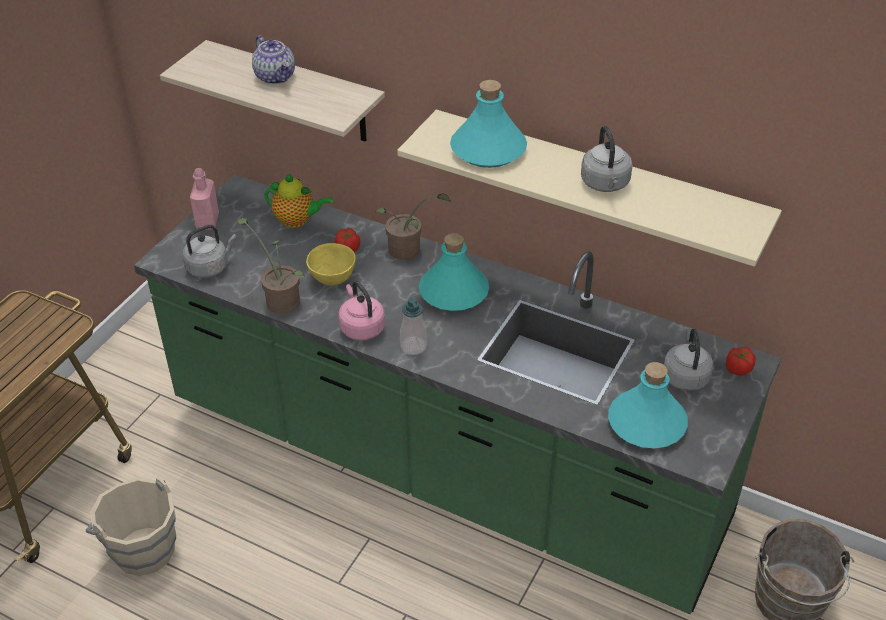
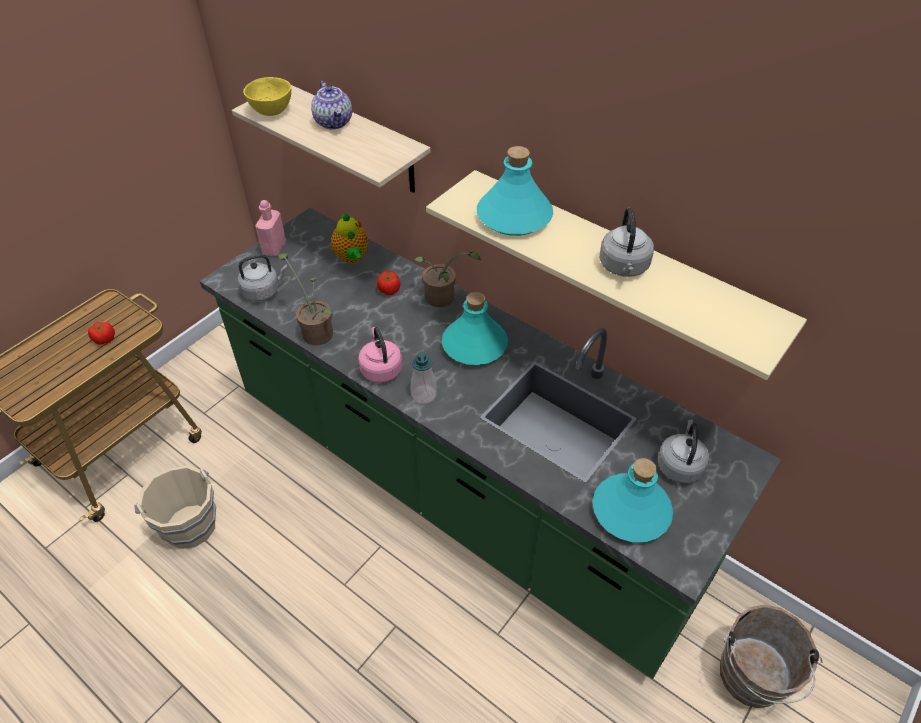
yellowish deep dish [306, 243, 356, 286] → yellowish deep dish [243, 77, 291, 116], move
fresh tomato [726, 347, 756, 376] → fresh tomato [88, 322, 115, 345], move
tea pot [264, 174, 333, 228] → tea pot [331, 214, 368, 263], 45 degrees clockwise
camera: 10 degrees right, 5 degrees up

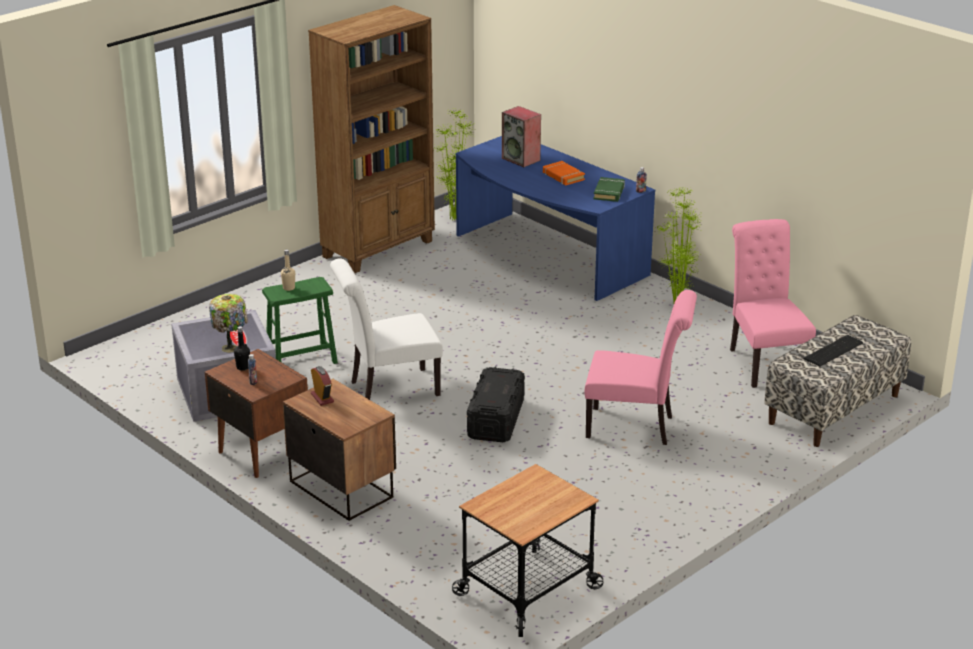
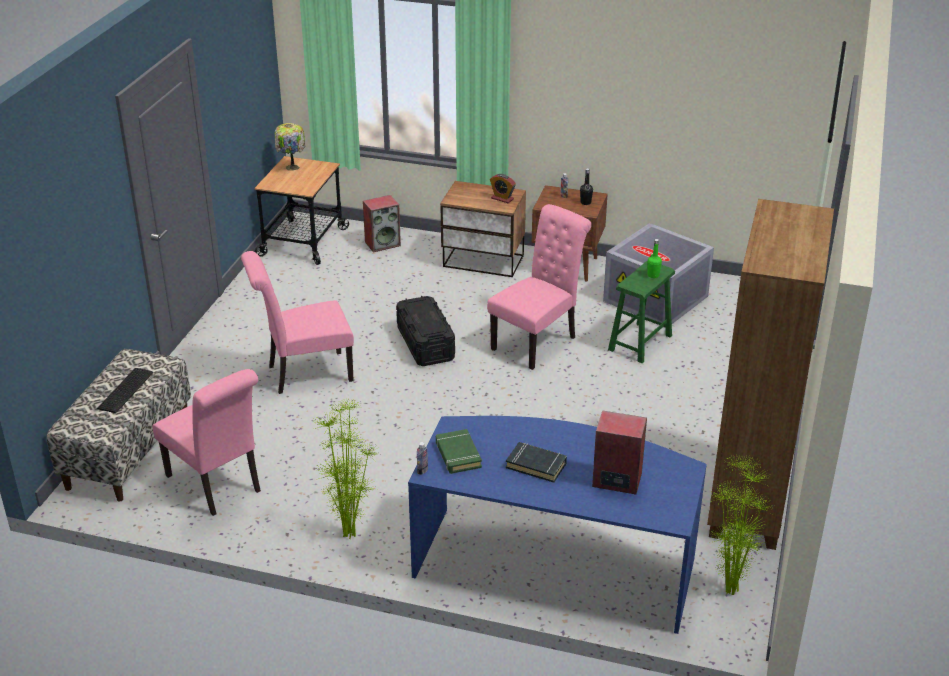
- → speaker [363, 195, 401, 253]
table lamp [209, 294, 248, 353] → table lamp [274, 123, 305, 171], move
sand-coloured beverage bottle [281, 250, 295, 291] → green beverage bottle [648, 239, 662, 278]
whitish plain chair [330, 259, 443, 400] → pink-coloured plain chair [487, 204, 592, 370]
orangey book [543, 161, 585, 185] → black-coloured book [506, 442, 567, 483]
camera: 150 degrees right, 5 degrees up

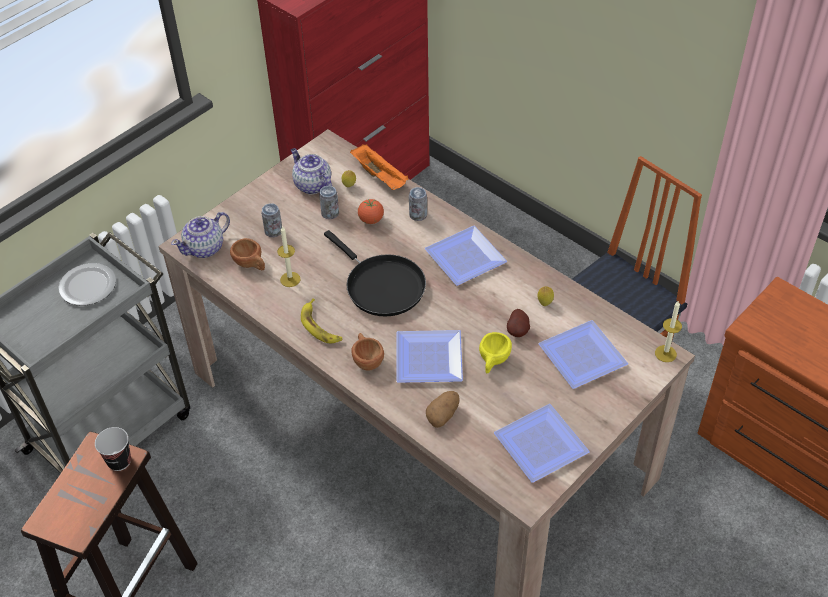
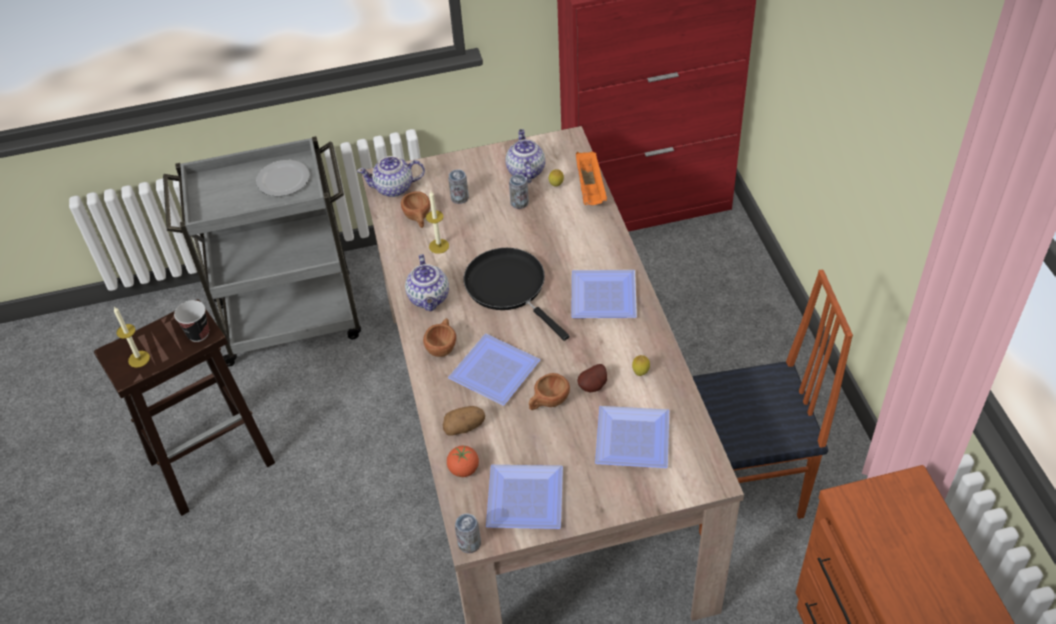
fresh tomato [358, 199, 384, 224] → fresh tomato [447, 446, 479, 477], move
can [409, 187, 427, 221] → can [455, 514, 481, 553], move
wax candle [655, 300, 682, 362] → wax candle [114, 306, 150, 368], move
banana fruit [301, 298, 343, 343] → tea pot [405, 254, 449, 311]
yellowish cup [479, 332, 512, 373] → brown cup [529, 373, 570, 410]
black-coloured frying pan [324, 230, 426, 316] → black-coloured frying pan [464, 248, 569, 341], 150 degrees clockwise
camera: 35 degrees right, 0 degrees up

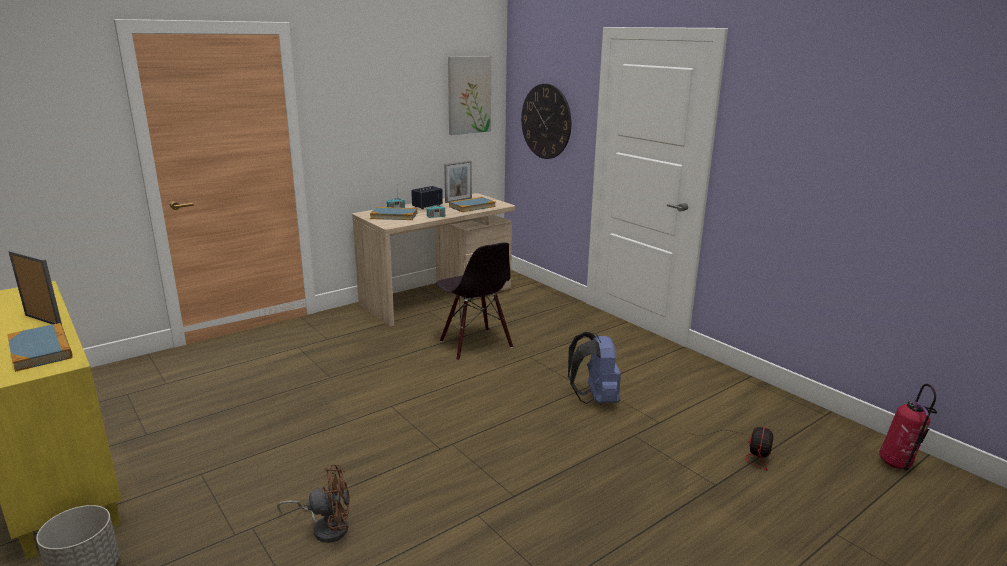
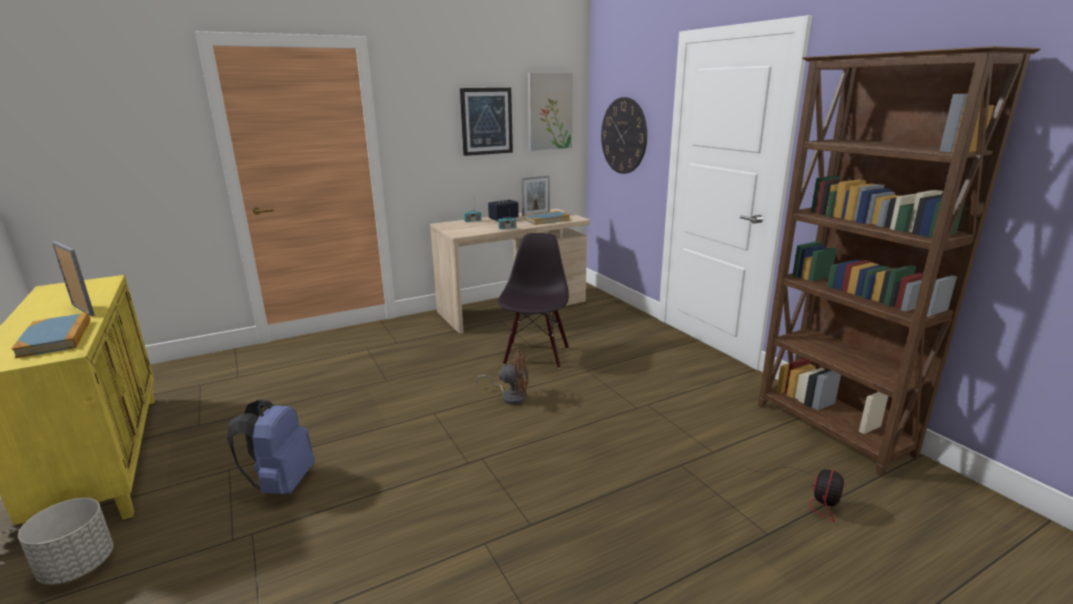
book [370, 207, 417, 220] → -
fire-fighting cylinder [879, 384, 937, 471] → -
- → wall art [460, 88, 513, 156]
- → brown bookcase [758, 46, 1041, 477]
brown electric fan [277, 464, 350, 543] → brown electric fan [476, 349, 529, 405], move
blue knapsack [568, 332, 621, 404] → blue knapsack [227, 399, 315, 494], move
black-coloured plain chair [436, 242, 513, 361] → black-coloured plain chair [498, 233, 569, 369], 150 degrees counterclockwise
camera: 10 degrees right, 0 degrees up

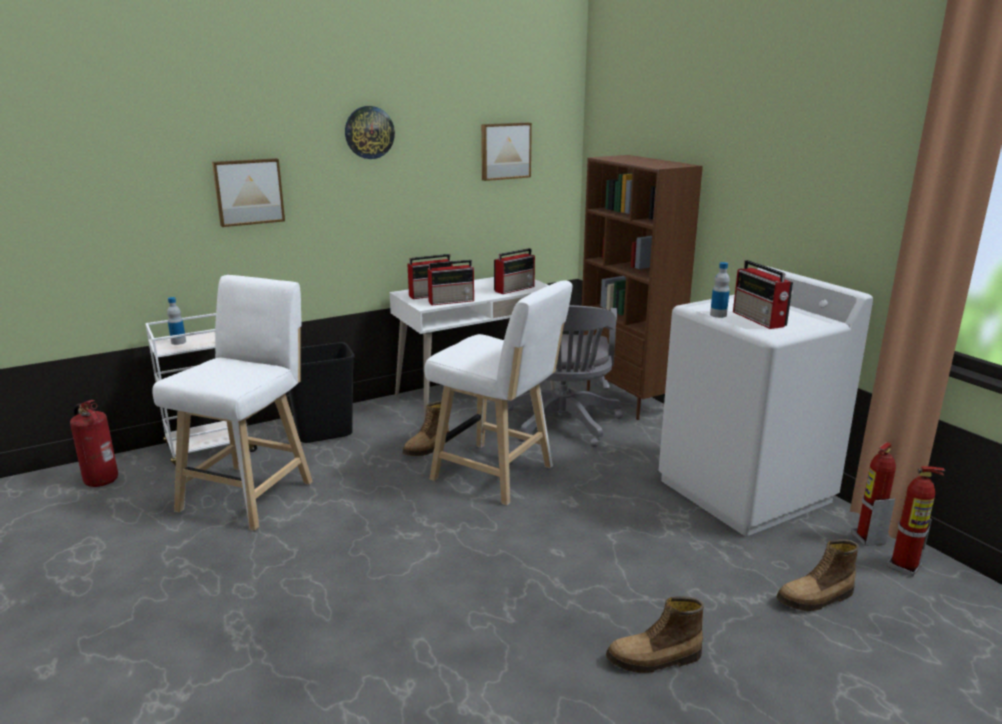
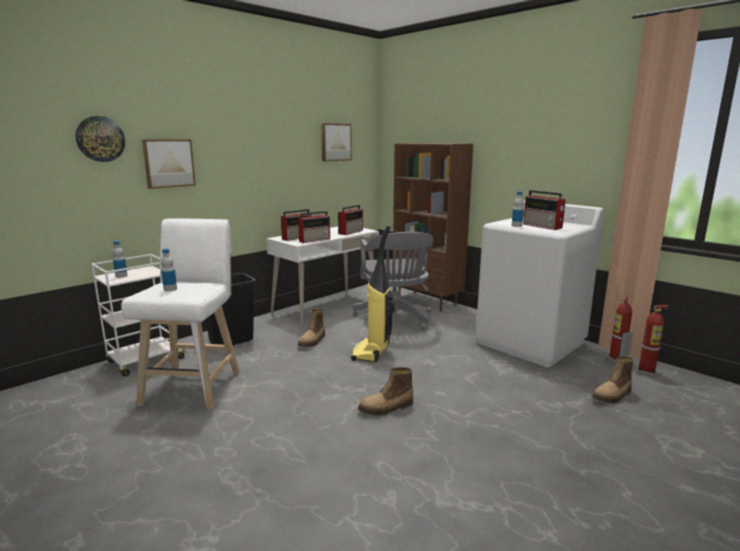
fire-fighting cylinder [70, 400, 118, 487] → -
- → beverage bottle [161, 249, 177, 291]
wall clock [345, 106, 395, 159] → wall clock [76, 116, 125, 162], move
boot [606, 596, 704, 673] → boot [358, 367, 413, 416], move
whitish stool seat [424, 280, 572, 505] → hoover [351, 225, 395, 362]
camera: 15 degrees left, 5 degrees down

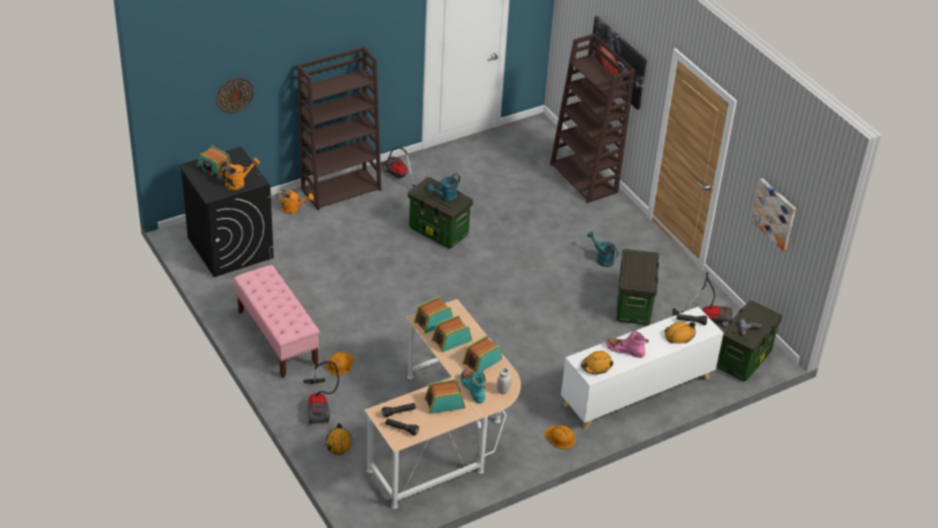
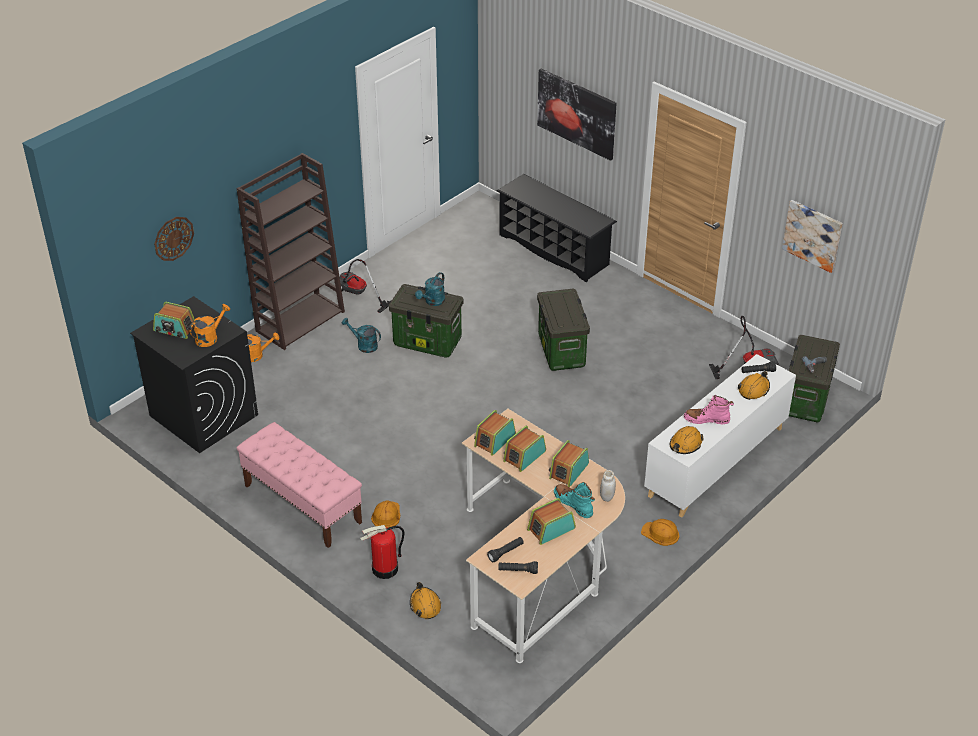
turquoise watering can [587, 232, 618, 267] → turquoise watering can [341, 318, 381, 353], move
storage bin [616, 249, 659, 325] → storage bin [537, 289, 590, 371], move
hoover [303, 361, 339, 425] → fire-fighting cylinder [360, 525, 404, 579]
brown bookcase [550, 34, 635, 203] → black-coloured shoe shelf [497, 174, 617, 282]
camera: 15 degrees left, 0 degrees up

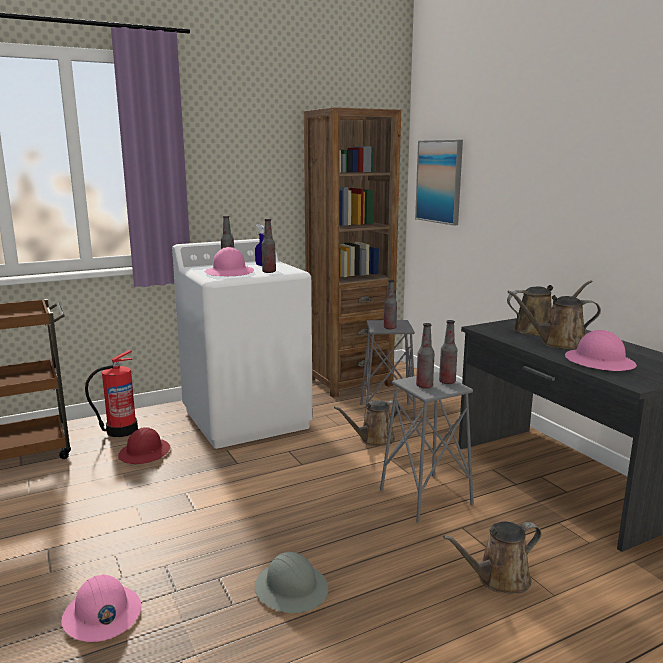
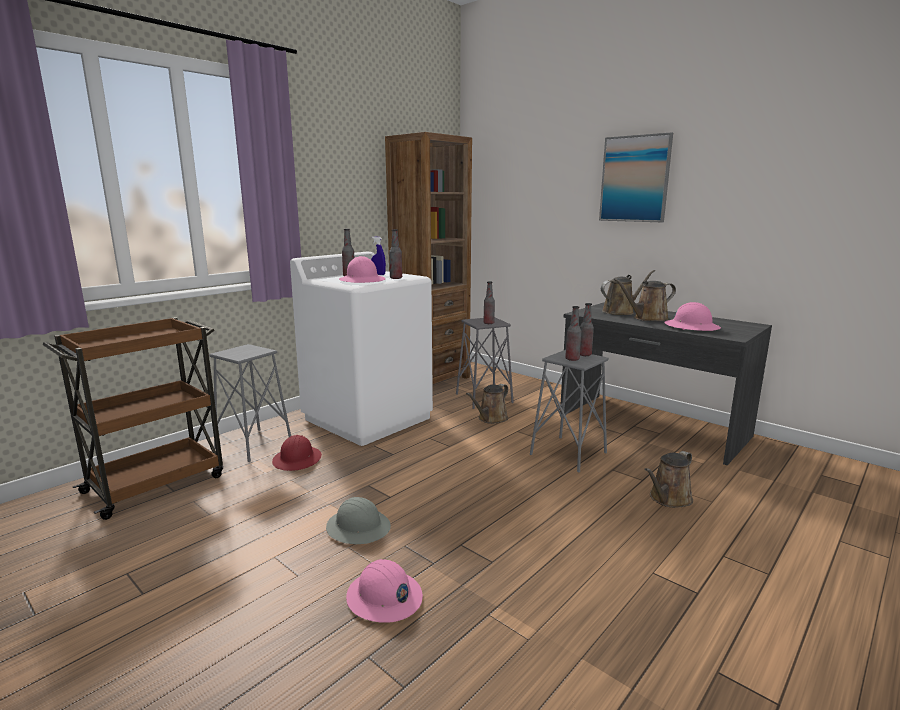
greyish work helmet [255, 552, 328, 613] → greyish work helmet [326, 497, 391, 545], move
wall art [415, 140, 463, 225] → wall art [599, 132, 673, 222], move
fire-fighting cylinder [85, 350, 138, 437] → greyish stool seat [209, 344, 291, 462]
camera: 20 degrees left, 0 degrees up

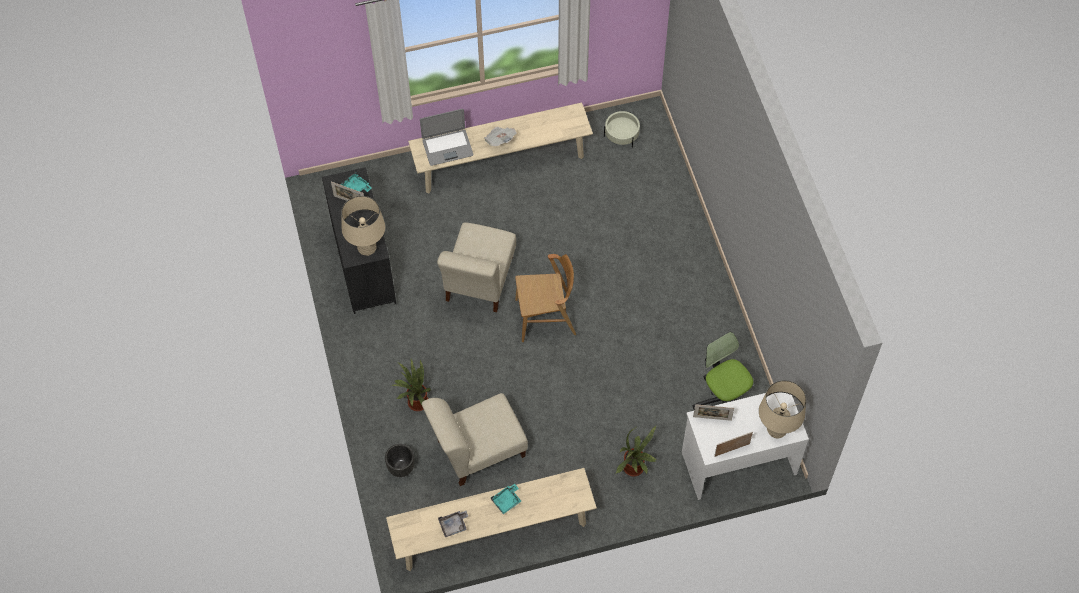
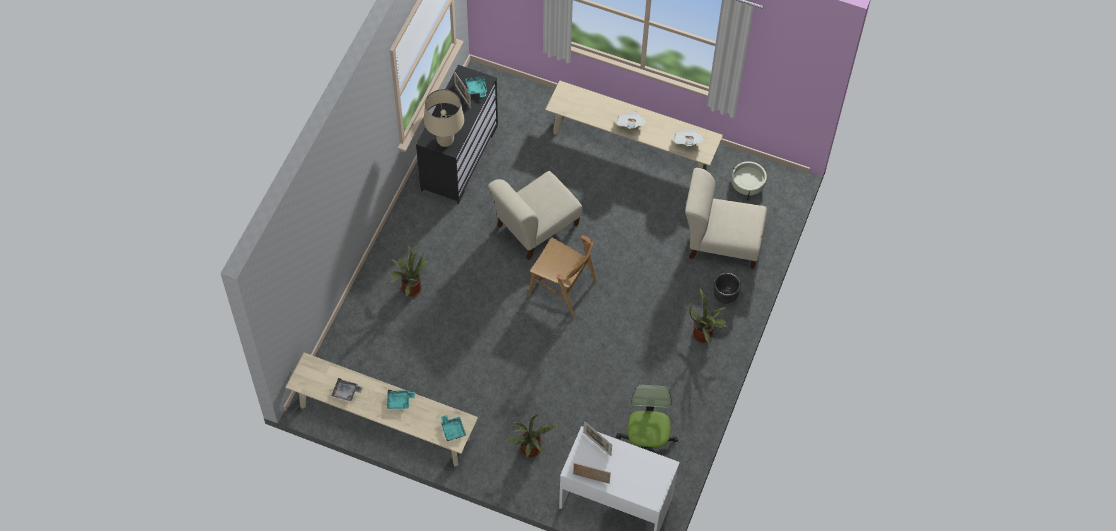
portable computer [420, 109, 473, 166] → -
sand-coloured table lamp [759, 380, 806, 438] → -
- → turquoise serving tray [441, 415, 466, 441]
- → printed paper [673, 128, 704, 146]
- → plant in a pot [689, 289, 729, 345]
black-coloured plant pot [385, 444, 414, 477] → black-coloured plant pot [713, 273, 741, 304], move
sand-coloured plain chair [422, 393, 528, 486] → sand-coloured plain chair [685, 168, 767, 269], move
camera: 35 degrees right, 0 degrees up

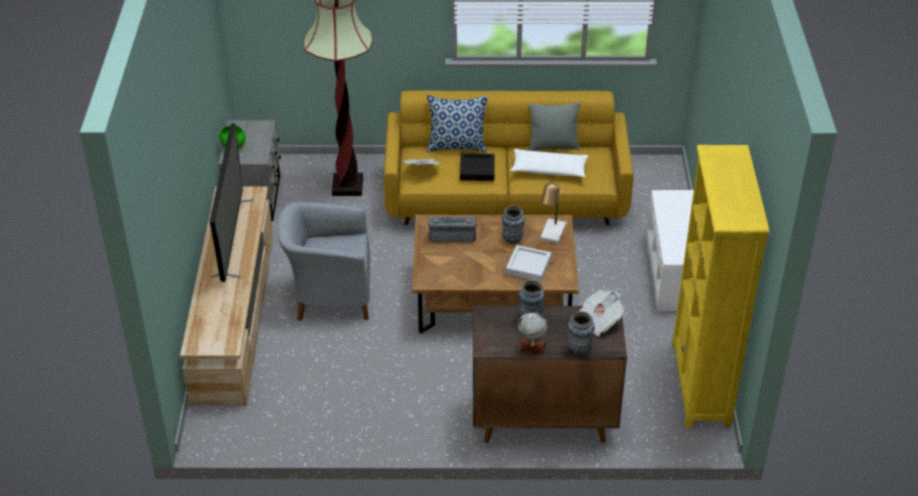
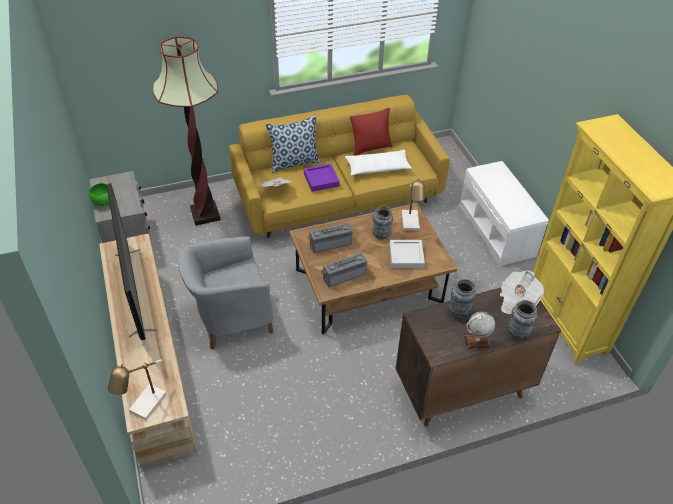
- → table lamp [108, 359, 166, 420]
- → radio receiver [321, 252, 367, 287]
black-coloured serving tray [460, 153, 494, 181] → purplish serving tray [304, 163, 340, 192]
greyish throw pillow [528, 102, 580, 151] → red throw pillow [350, 108, 393, 156]
camera: 20 degrees left, 5 degrees up

